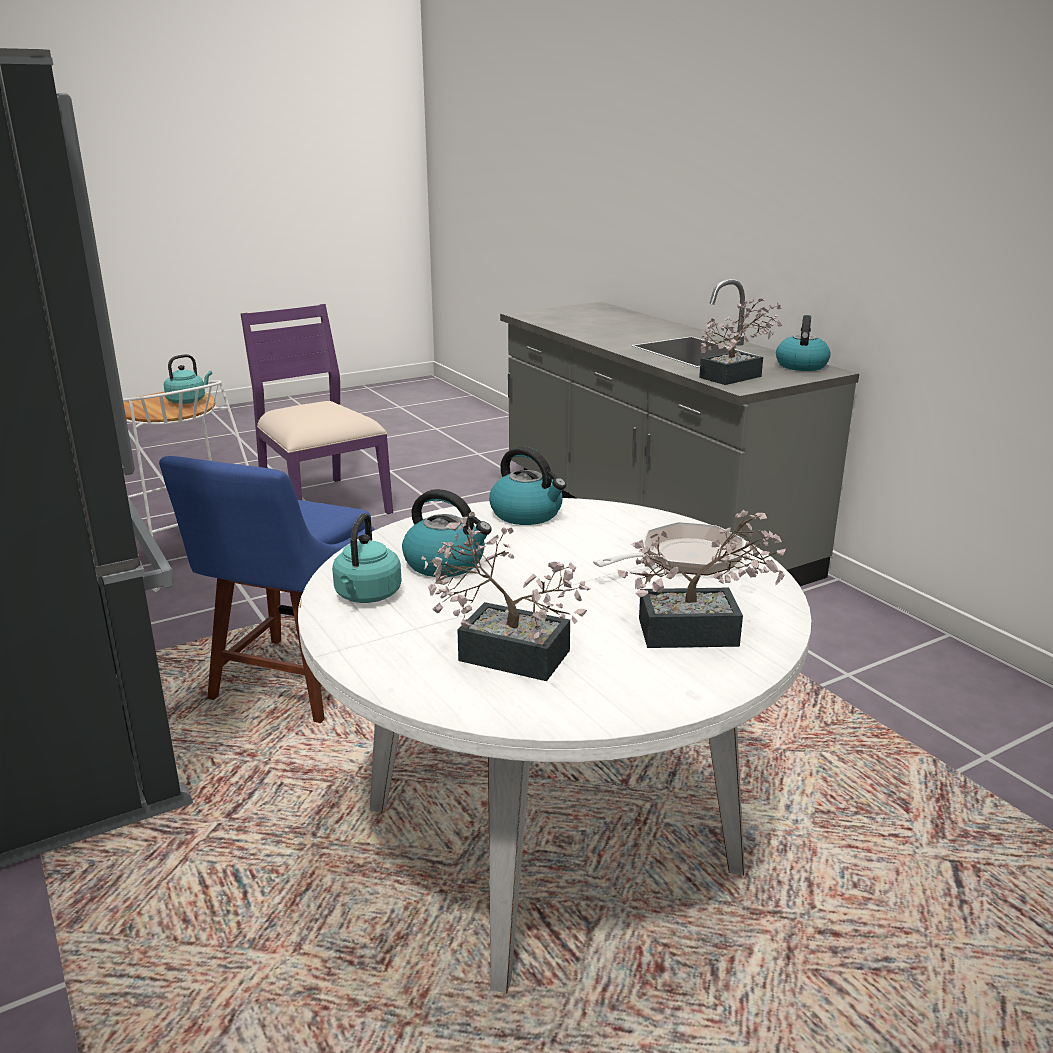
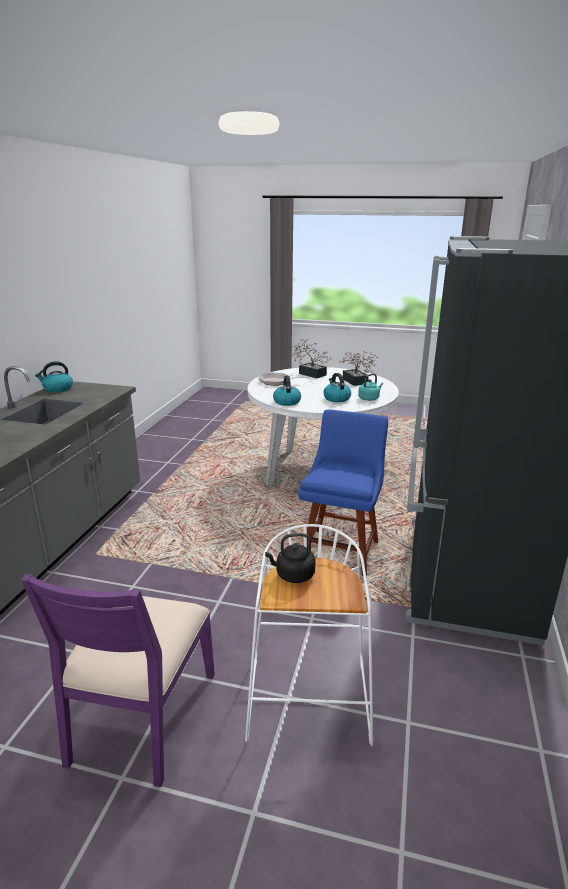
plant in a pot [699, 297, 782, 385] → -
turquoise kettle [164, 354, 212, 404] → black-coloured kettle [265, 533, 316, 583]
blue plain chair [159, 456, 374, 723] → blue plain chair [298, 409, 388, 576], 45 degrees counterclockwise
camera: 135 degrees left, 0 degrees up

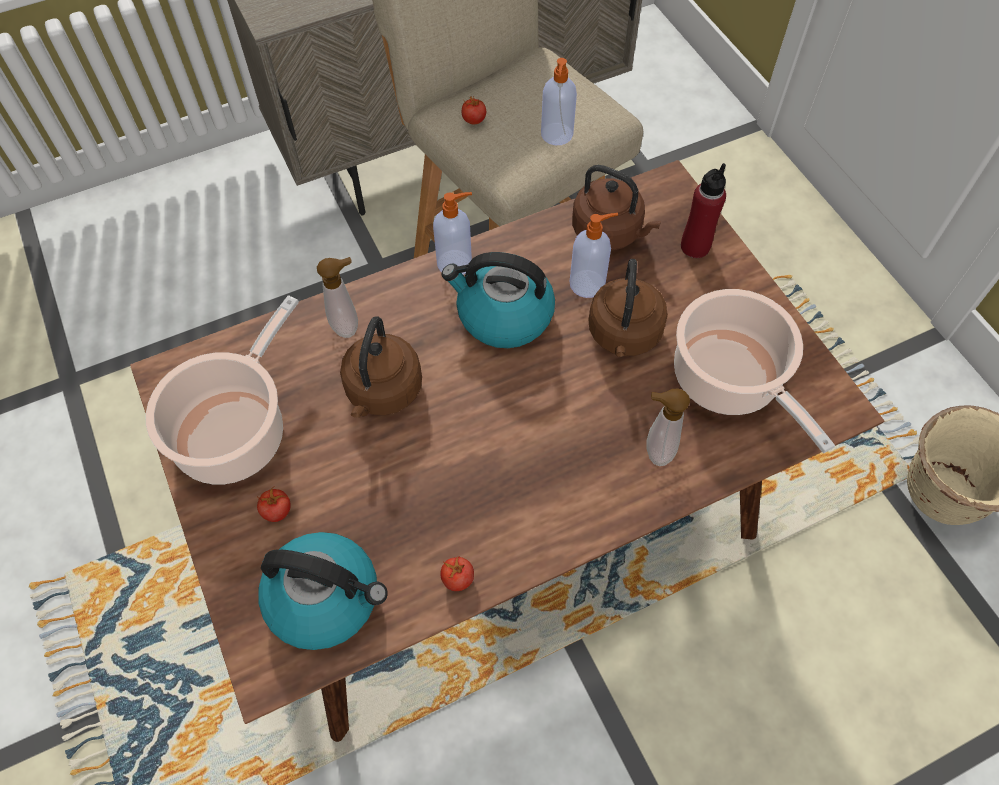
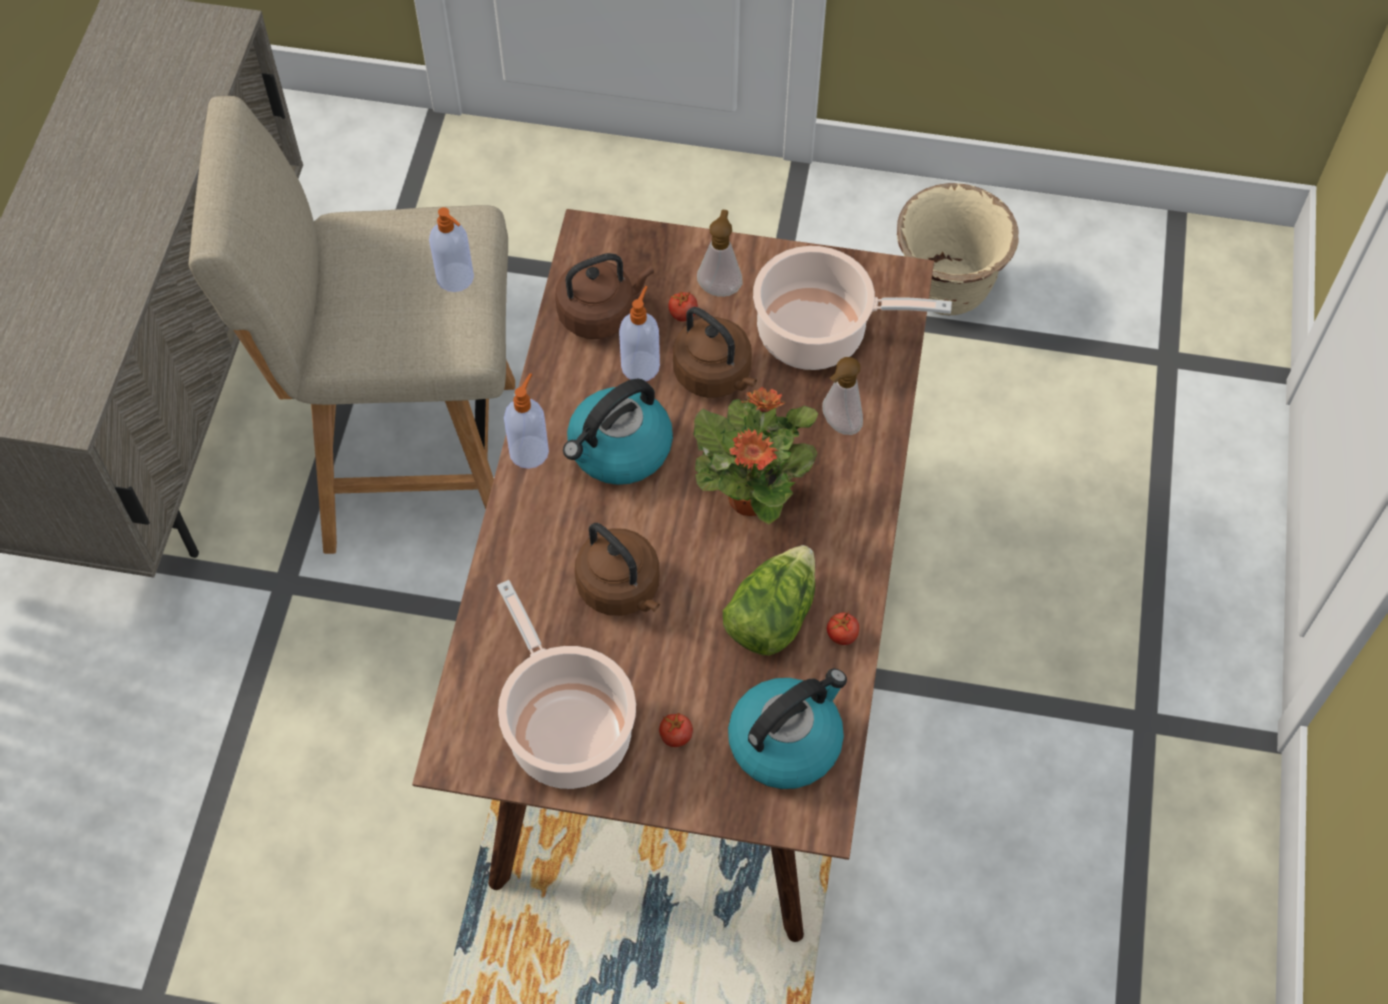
red beverage bottle [681, 163, 726, 258] → -
- → plant in a pot [694, 386, 818, 524]
- → lettuce [723, 545, 815, 655]
soap dispenser [317, 257, 358, 338] → soap dispenser [697, 210, 743, 297], move
fresh tomato [462, 96, 486, 124] → fresh tomato [668, 291, 698, 322], move
camera: 55 degrees left, 0 degrees up

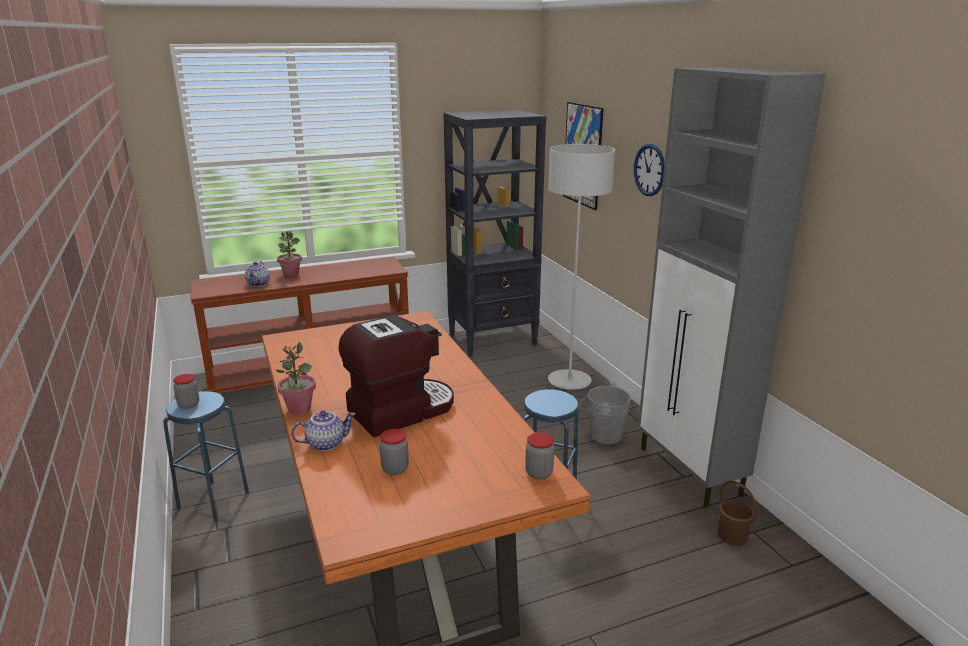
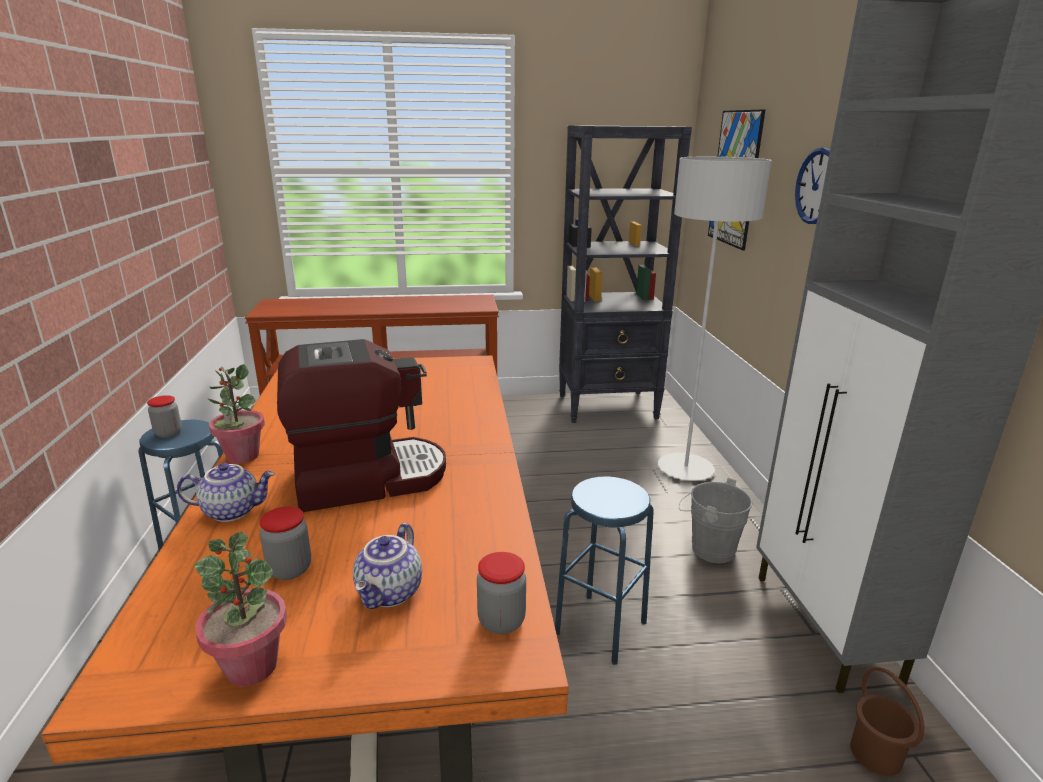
tea pot [245, 261, 270, 287] → tea pot [353, 523, 422, 609], move
plant in a pot [277, 231, 302, 277] → plant in a pot [194, 532, 287, 687], move
camera: 15 degrees right, 0 degrees up

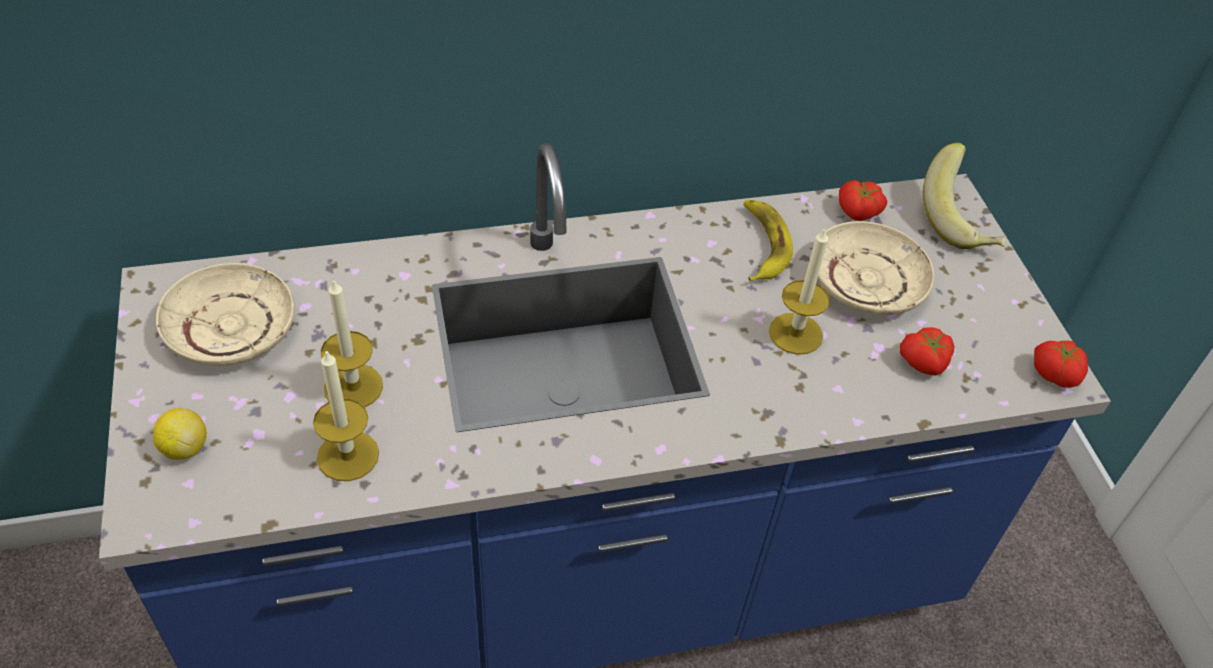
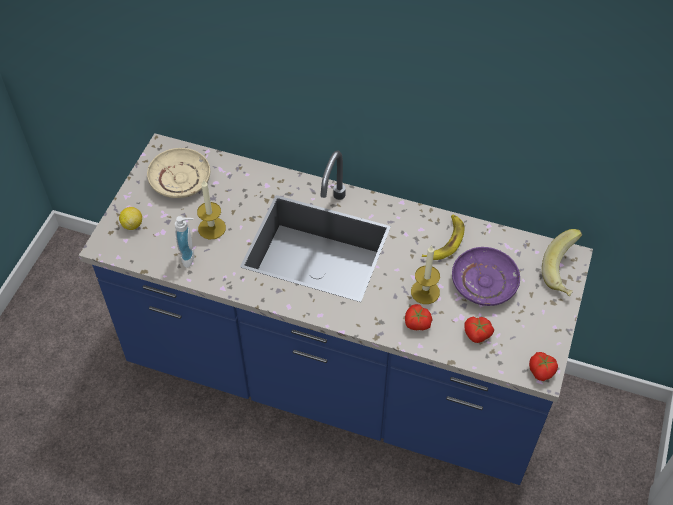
fresh tomato [839, 180, 887, 221] → fresh tomato [405, 304, 432, 330], move
wax candle [313, 349, 379, 481] → soap dispenser [175, 216, 194, 268]
sand-coloured dinner plate [817, 221, 934, 315] → purplish dinner plate [452, 247, 520, 306]
camera: 35 degrees right, 5 degrees up

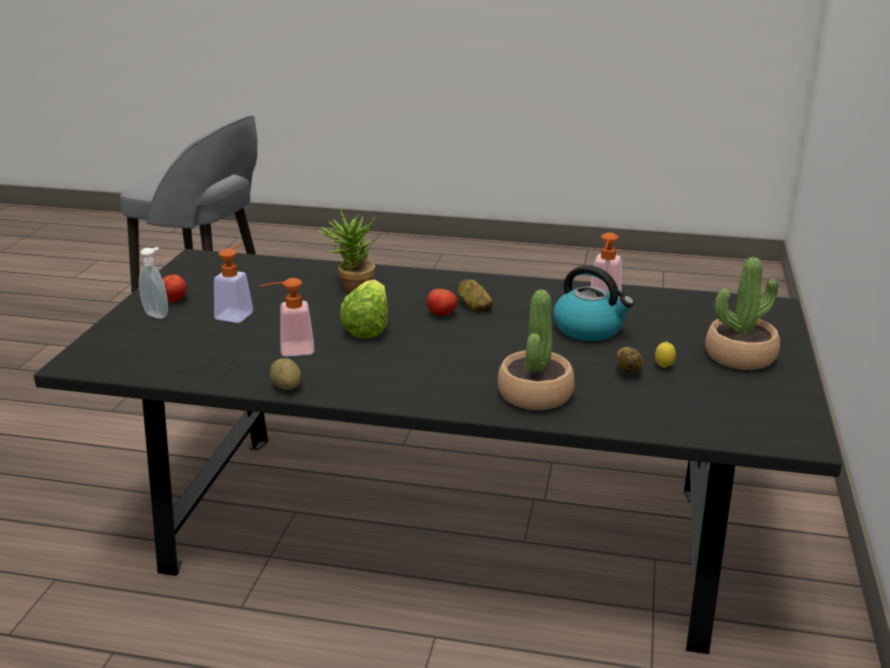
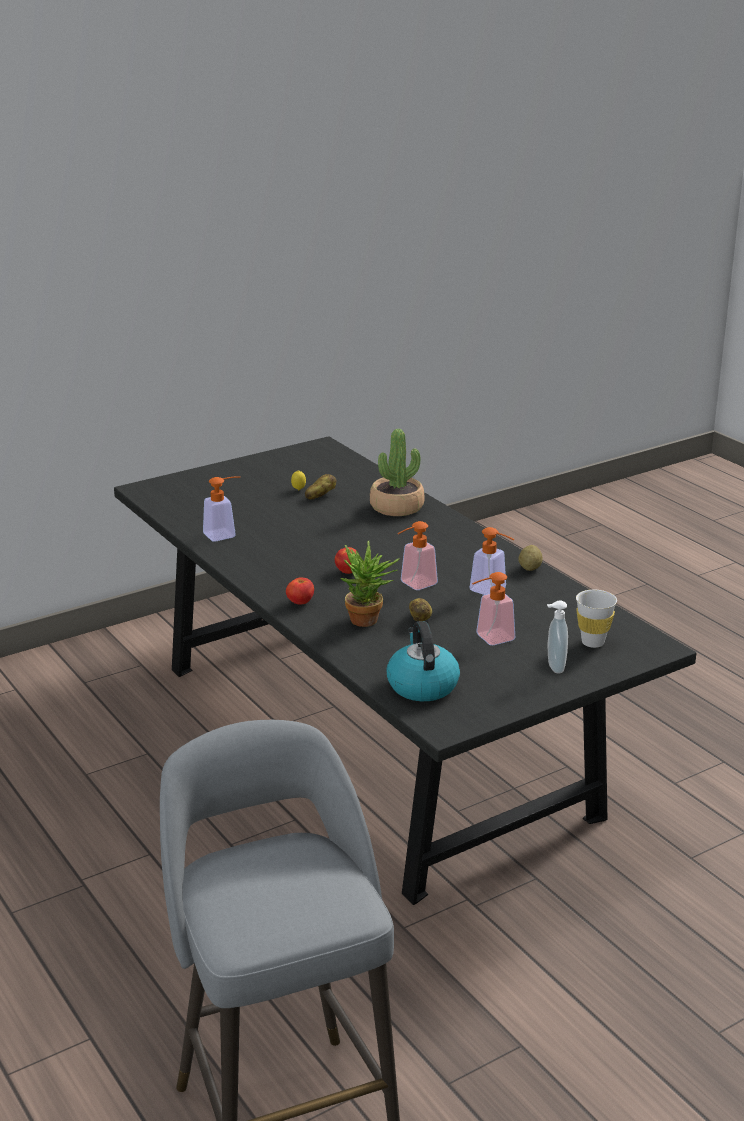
plant in a pot [705, 257, 780, 370] → -
- → whitish cup [576, 590, 617, 648]
fresh tomato [162, 275, 187, 302] → fresh tomato [286, 577, 314, 605], move
whole potato [457, 279, 493, 312] → whole potato [409, 598, 432, 621], move
kettle [553, 265, 634, 341] → kettle [386, 621, 460, 701], move
lettuce [340, 280, 388, 339] → soap dispenser [398, 521, 438, 590]
camera: 135 degrees left, 0 degrees up

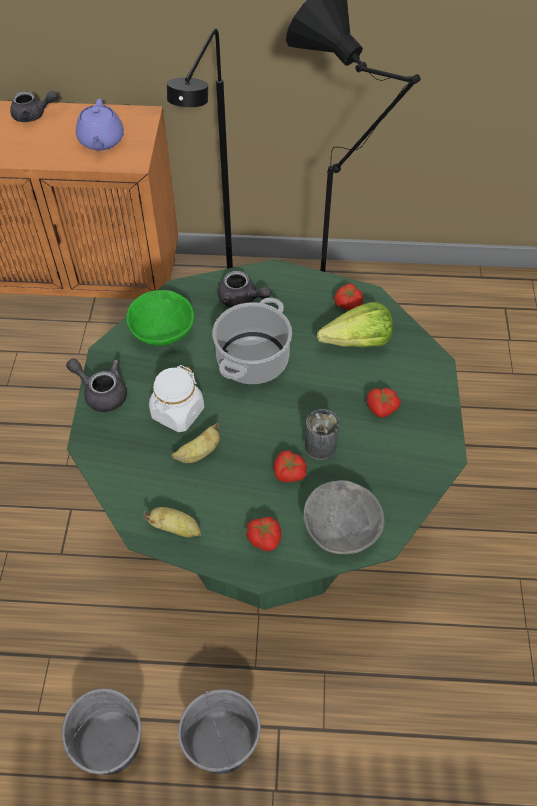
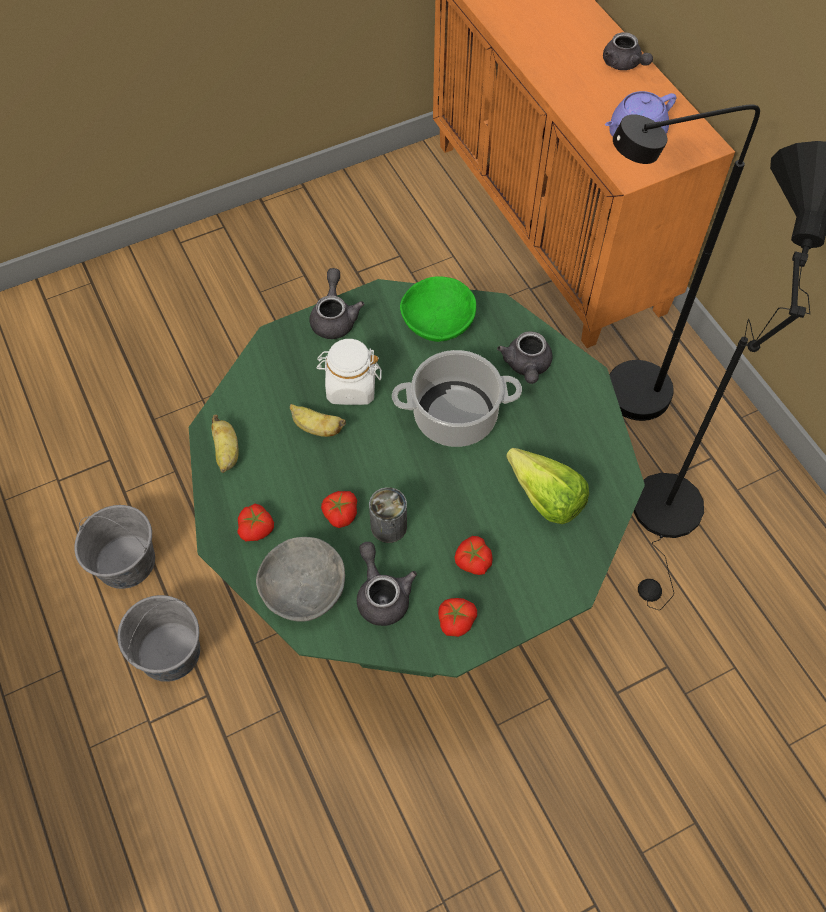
- → greyish tea pot [357, 542, 417, 626]
fresh tomato [334, 284, 363, 310] → fresh tomato [438, 598, 477, 637], move
camera: 60 degrees right, 5 degrees up

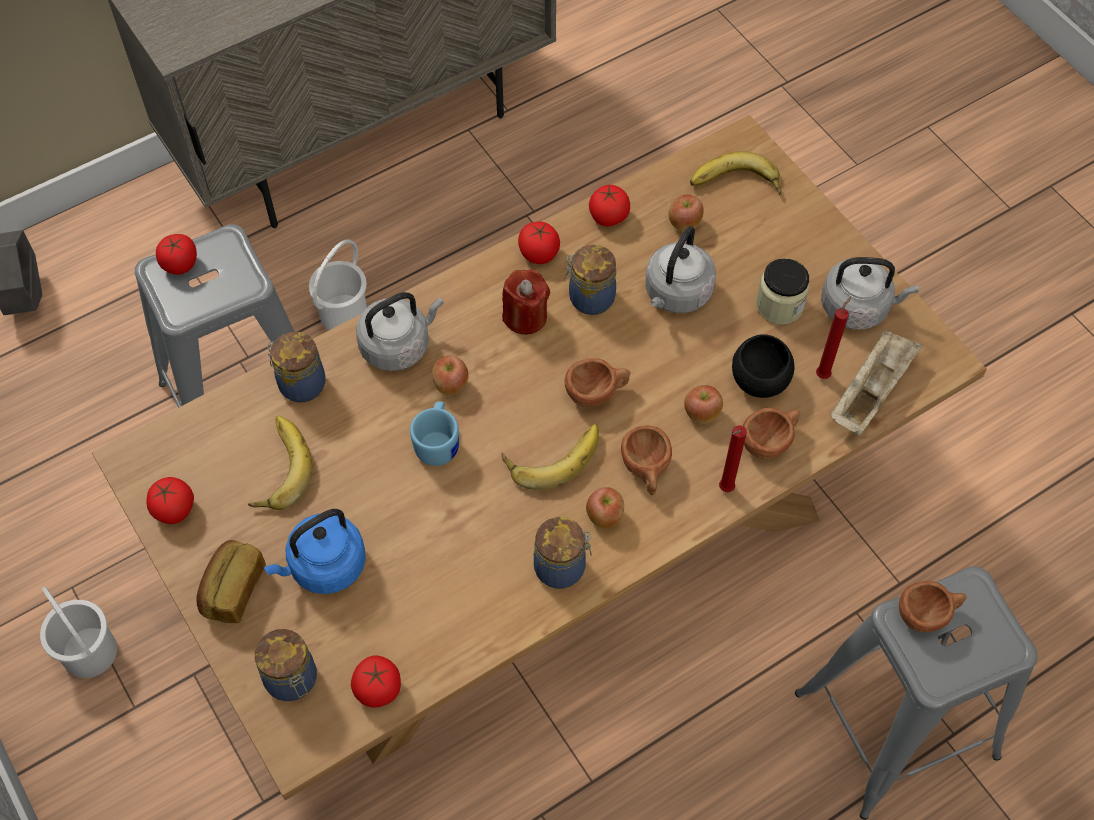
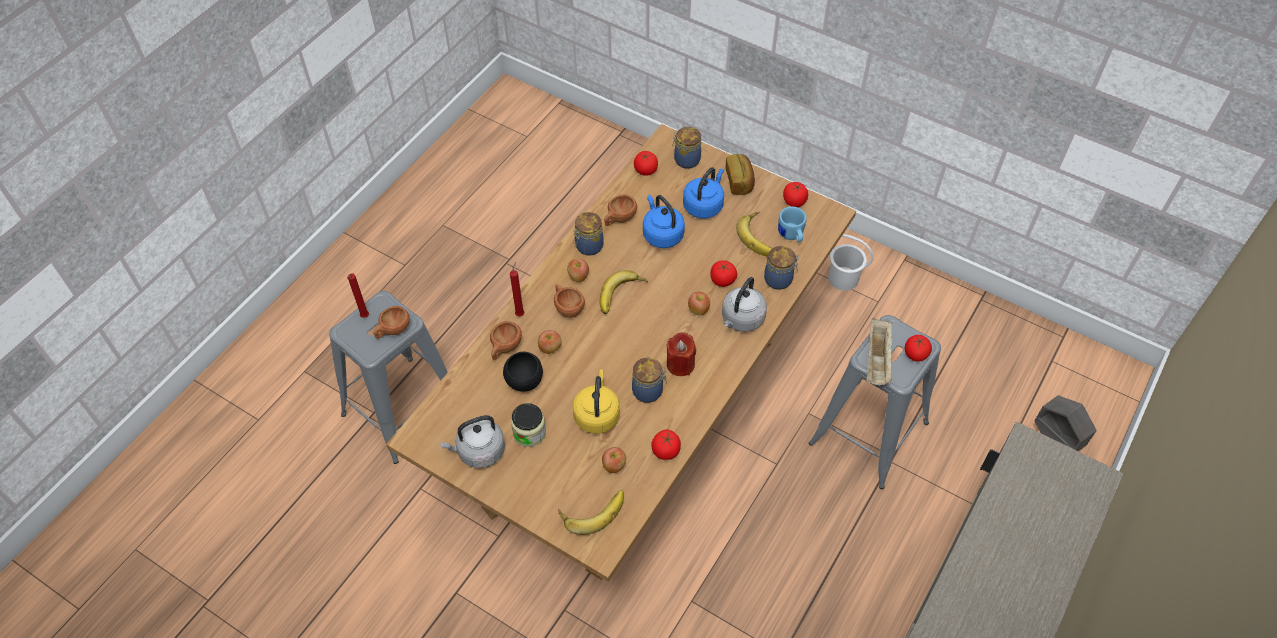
whitish pail [309, 239, 367, 330] → -
- → blue kettle [643, 195, 685, 248]
blue mug [410, 401, 459, 466] → blue mug [778, 207, 807, 242], move
fresh tomato [518, 222, 560, 264] → fresh tomato [710, 261, 737, 287], move
brown cup [564, 358, 631, 407] → brown cup [604, 194, 637, 226], move
red wax candle [816, 297, 851, 379] → red wax candle [347, 274, 369, 318], move
sand-coloured serving tray [831, 330, 923, 435] → sand-coloured serving tray [866, 318, 892, 385], move
greyish kettle [645, 226, 716, 313] → yellowish kettle [573, 370, 620, 434]
camera: 155 degrees right, 5 degrees down

